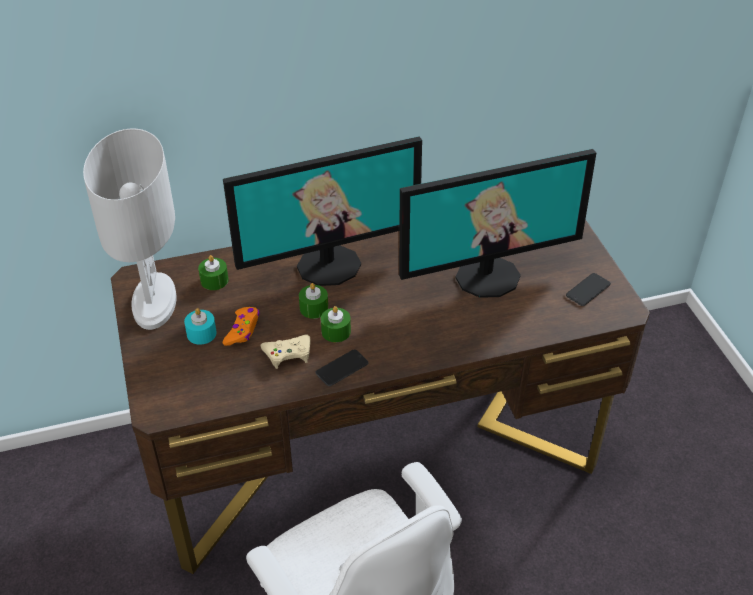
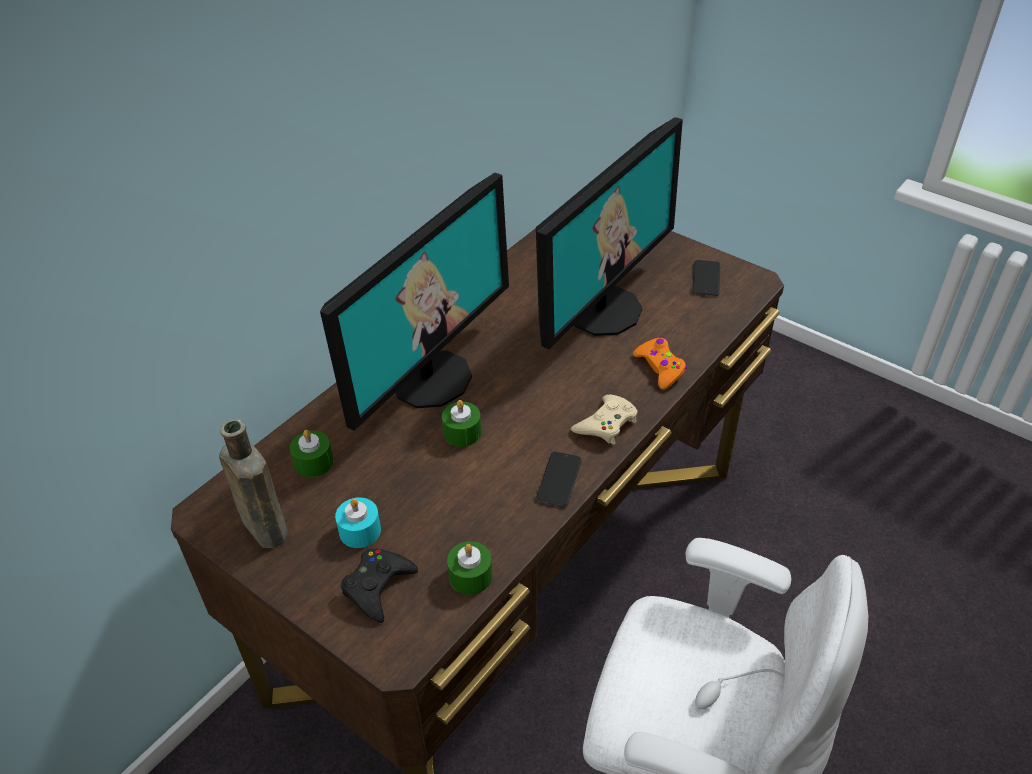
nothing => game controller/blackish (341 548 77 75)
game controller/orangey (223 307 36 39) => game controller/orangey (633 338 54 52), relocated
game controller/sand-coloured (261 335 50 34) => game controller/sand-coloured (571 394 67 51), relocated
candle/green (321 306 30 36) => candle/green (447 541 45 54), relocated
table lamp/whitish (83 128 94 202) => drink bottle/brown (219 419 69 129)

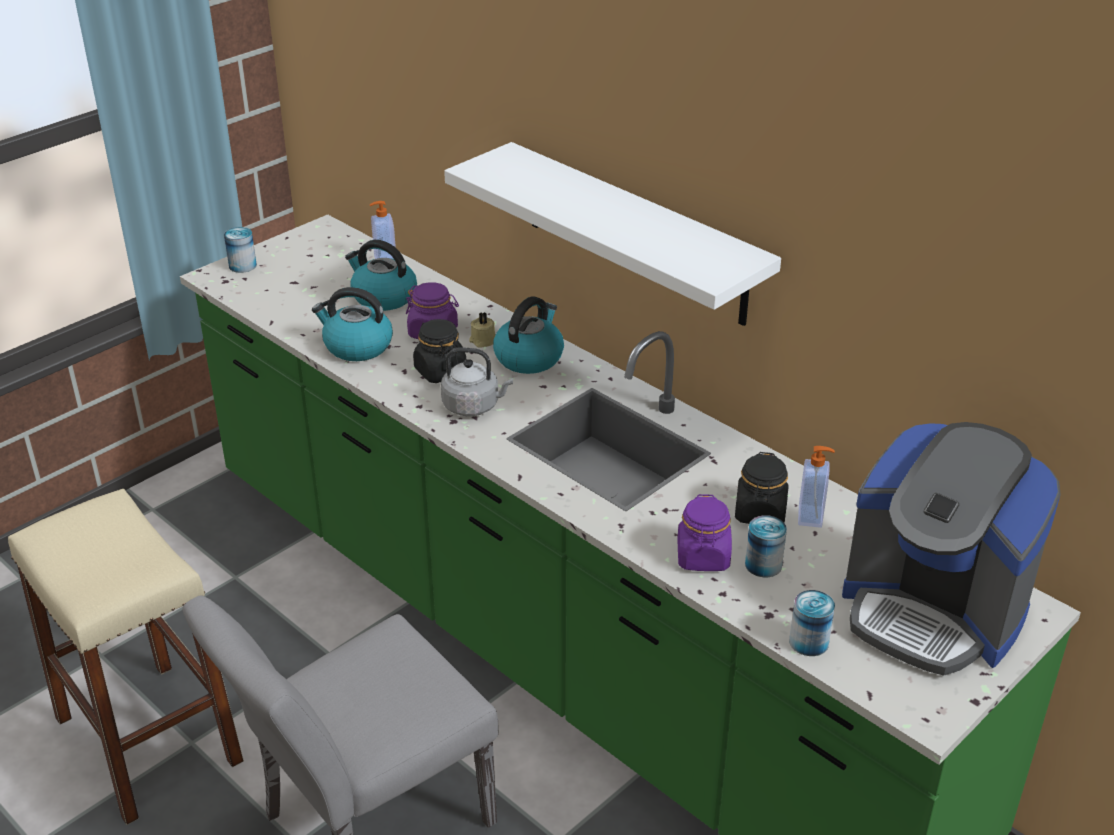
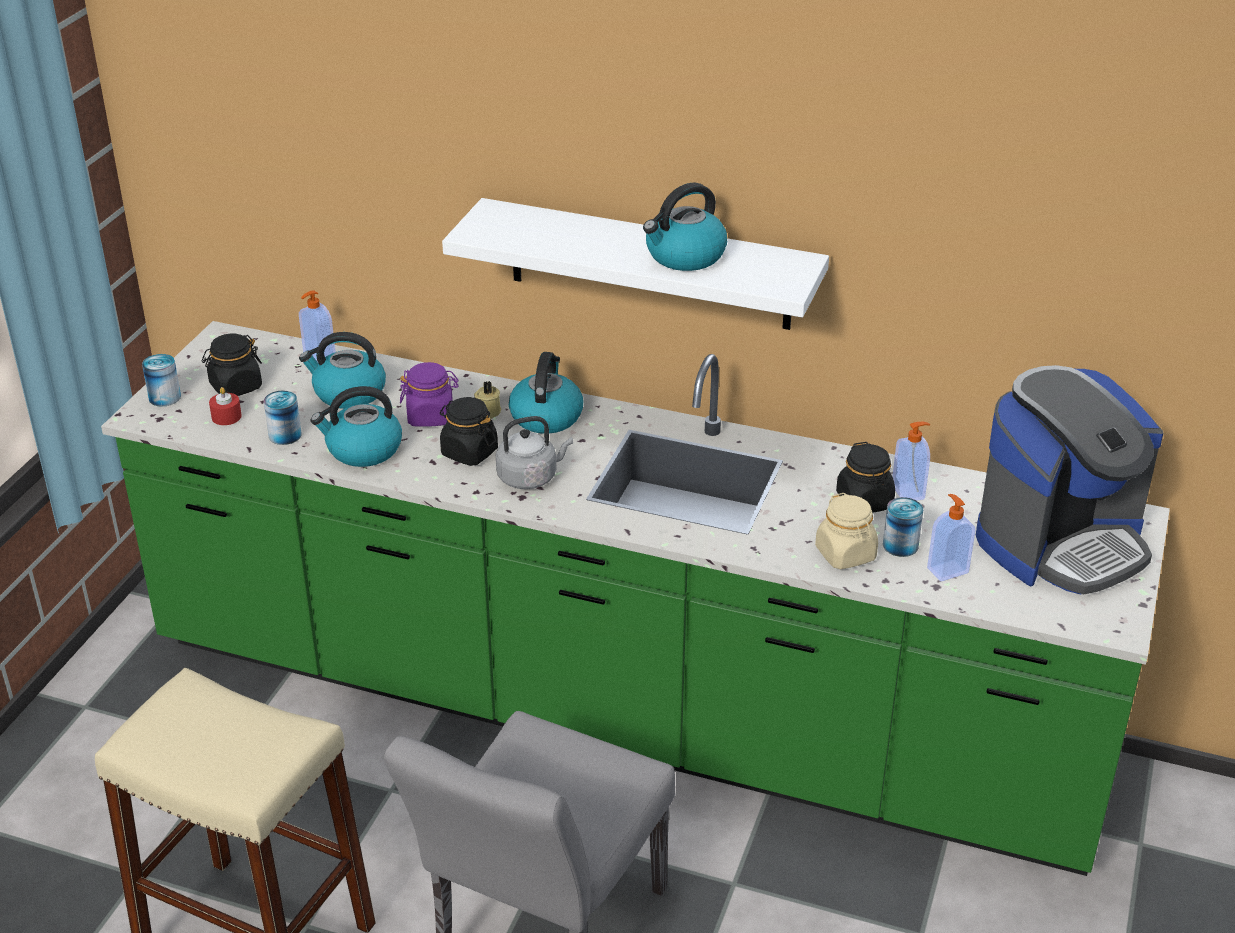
nothing => preserve jar/blackish (201 334 61 62)
nothing => candle/red-coloured (209 387 33 38)
nothing => water kettle (643 183 84 88)
nothing => soap dispenser (927 494 48 87)
can (789 590 46 66) => can (264 391 38 54), relocated
preserve jar/purplish (677 494 55 77) => preserve jar/sand-coloured (815 493 63 76)
coffee maker (842 422 219 254) => coffee maker (976 365 187 229), 45 degrees counterclockwise

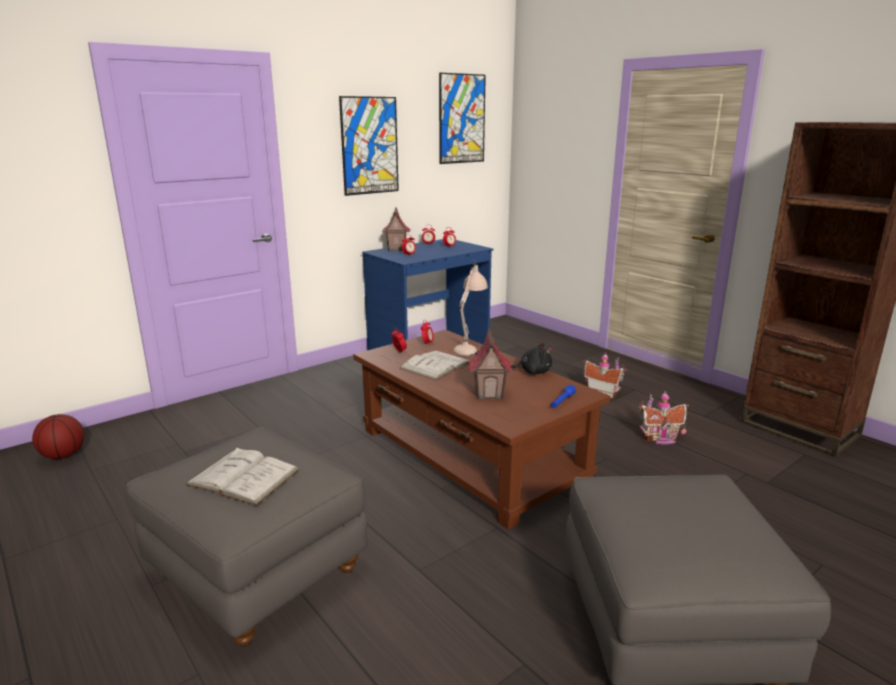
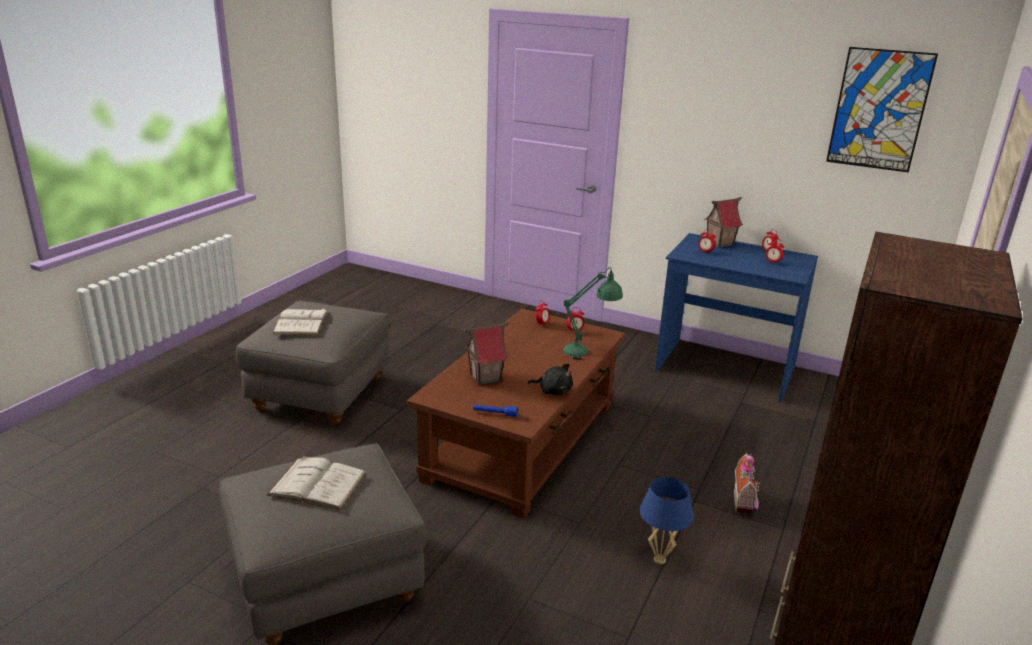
basketball ball (32 414 52 45) => nothing
wall picture (339 96 60 100) => nothing
volume/whitish (399 351 71 29) => volume/whitish (267 456 100 54), relocated
model house (638 391 51 53) => table lamp/blue (639 477 55 87)
table lamp/sand-coloured (453 260 35 97) => table lamp/green (562 268 61 92)
cuddly toy/blackish (510 343 42 31) => cuddly toy/blackish (528 363 45 32), 45 degrees counterclockwise

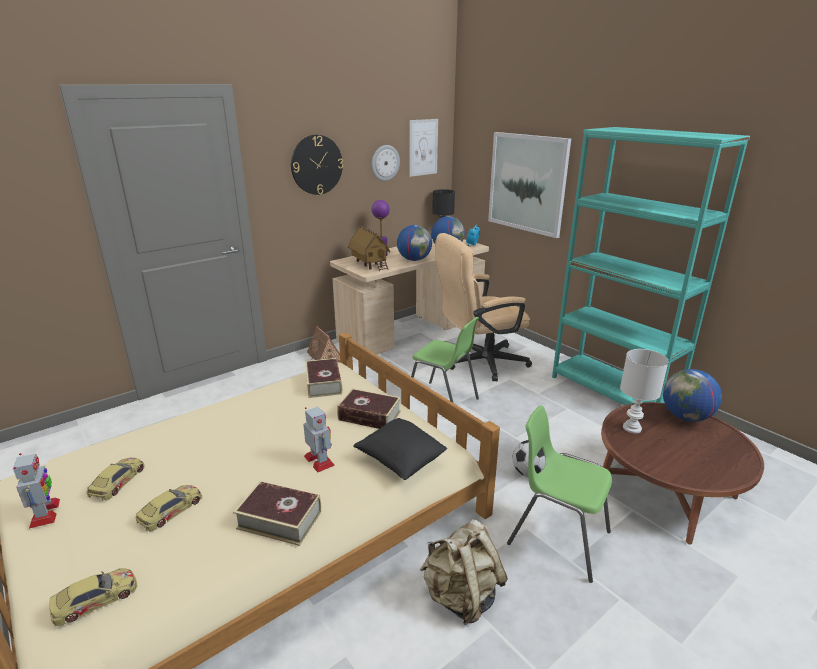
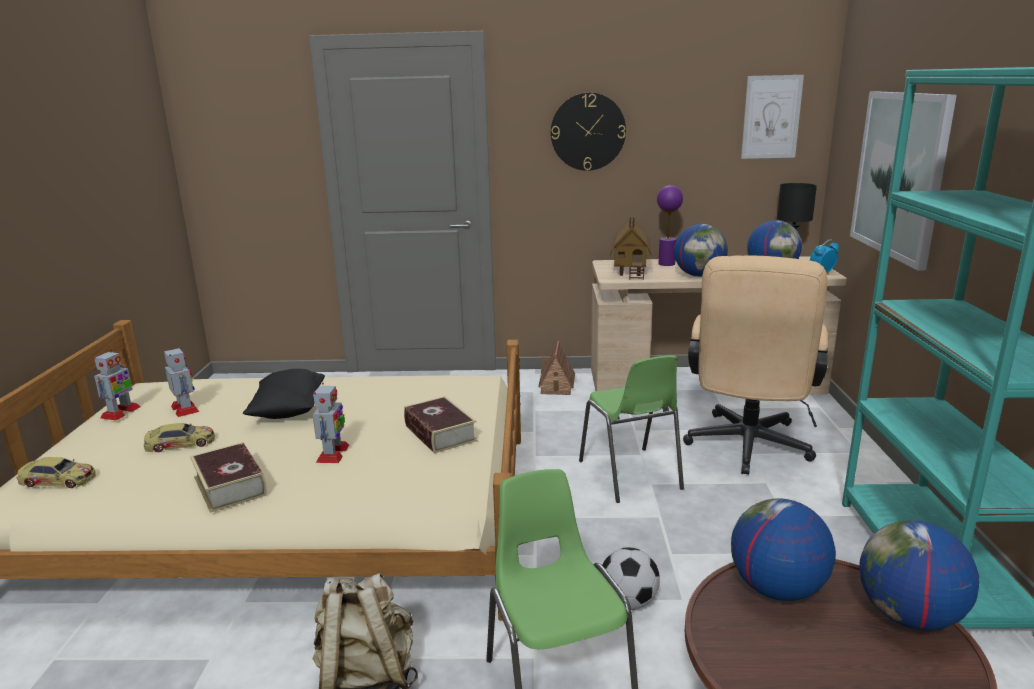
volume (305 358 37 40) => nothing
clock on the wall (372 145 28 36) => nothing
pillow/blackish (353 418 94 62) => pillow/blackish (243 369 82 50), relocated
toy car (86 458 59 43) => robot figure (164 348 35 69)
table lamp/whitish (620 349 49 84) => desk globe (731 498 105 103)
office chair/sand-coloured (435 233 97 149) => office chair/sand-coloured (683 256 145 219), 90 degrees counterclockwise

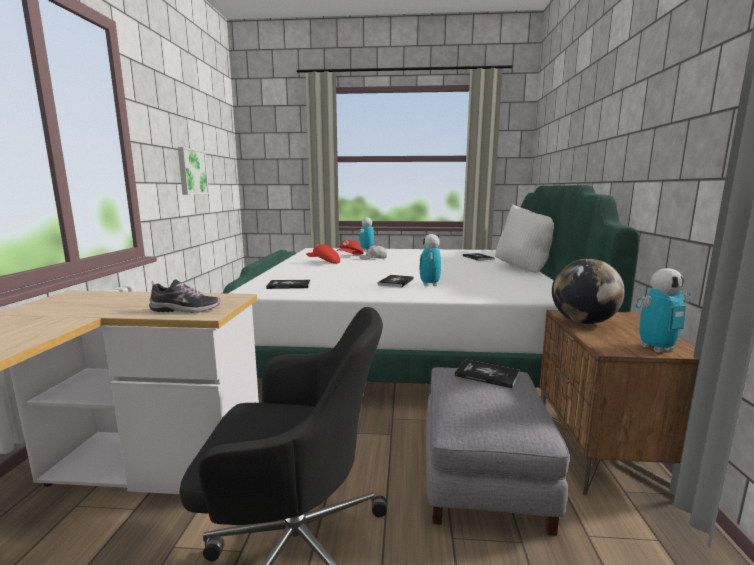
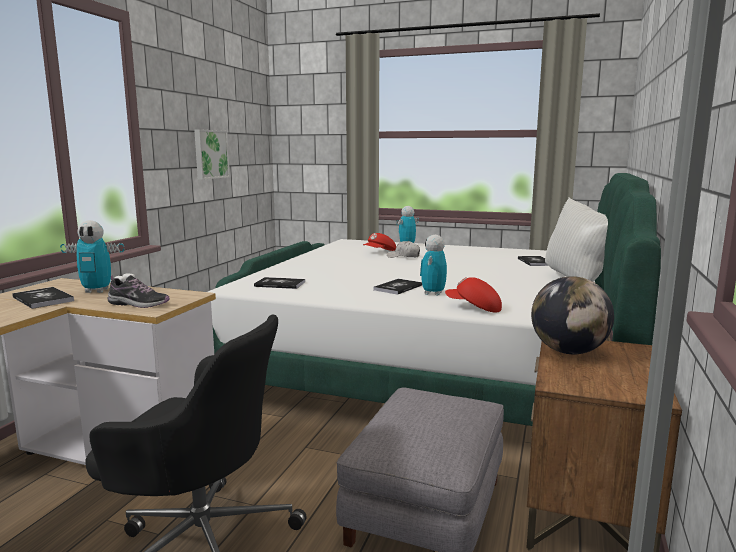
baseball cap/red-coloured (306 244 34 20) => baseball cap/red-coloured (445 277 57 35), relocated
volume (455 359 65 30) => volume (12 287 62 22), relocated
robot figure (635 268 56 84) => robot figure (60 220 64 73), relocated

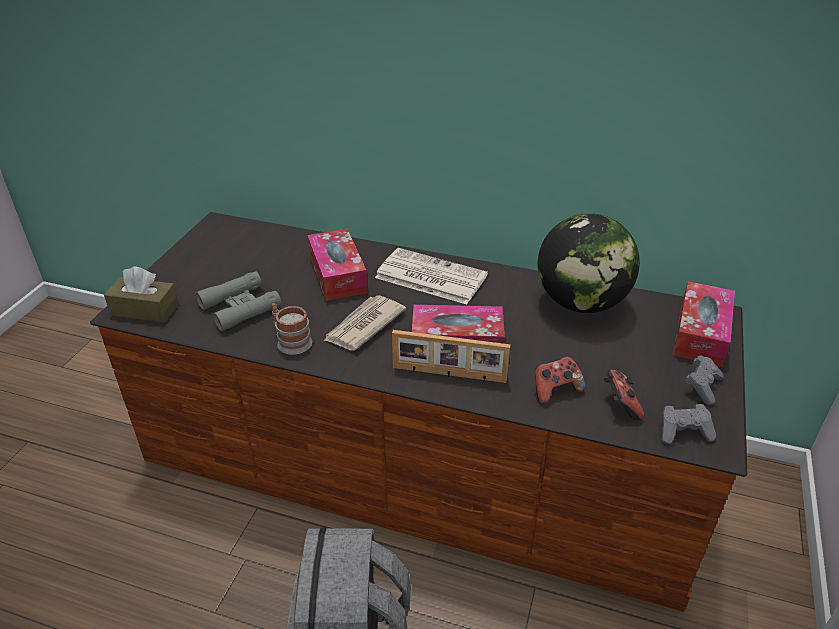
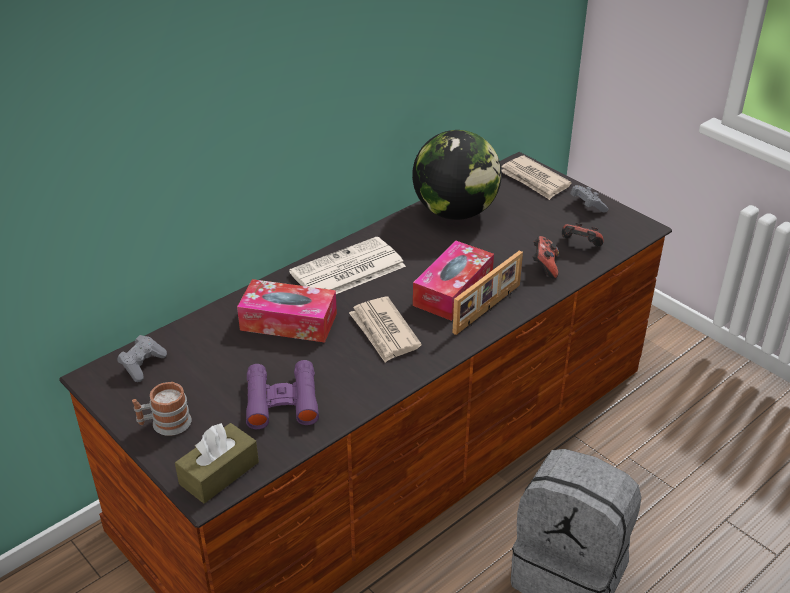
tea mug (272 303 40 52) => tea mug (132 382 60 54), relocated
game controller/greyish (661 404 55 40) => game controller/greyish (117 335 50 47), relocated
tissue box (673 281 62 86) => daily paper (502 156 70 44)
pair of binoculars/greyish (196 271 86 60) => pair of binoculars/purplish (246 360 73 69)

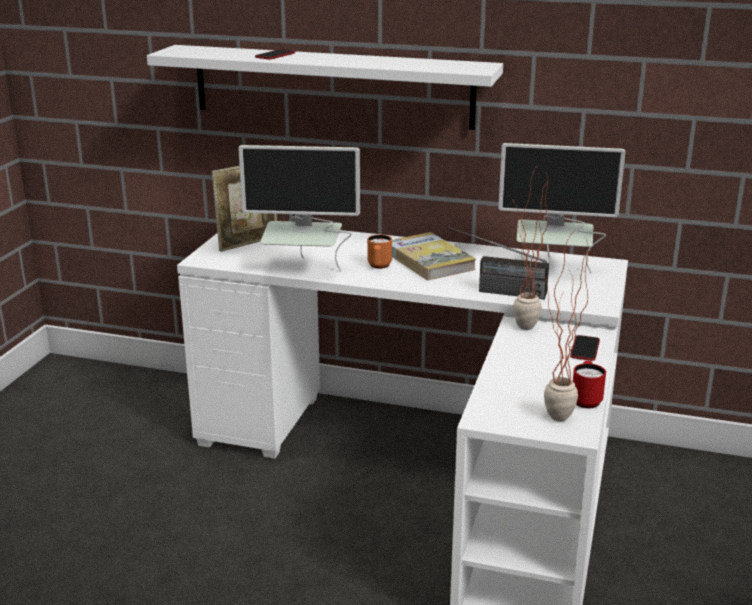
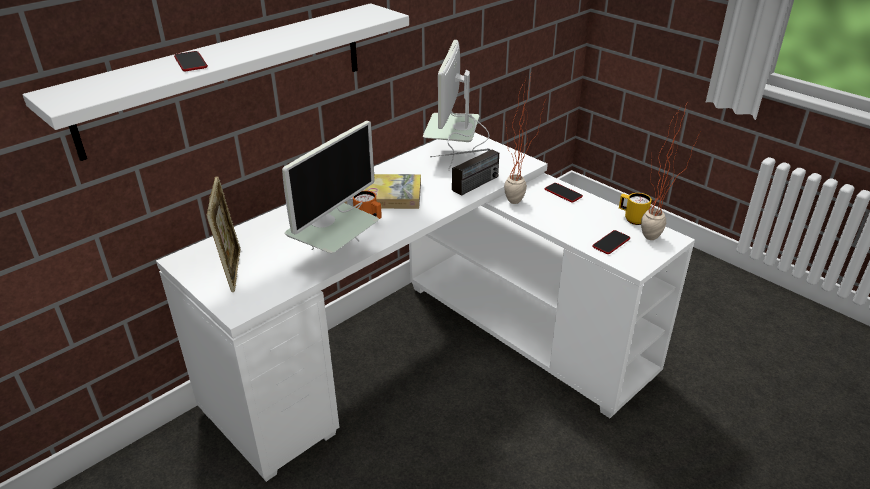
nothing => telephone (592 230 38 24)
tea mug/red-coloured (573 361 33 47) => tea mug/yellow (619 193 33 32)
monitor (498 143 127 130) => monitor (423 40 66 131), 150 degrees clockwise

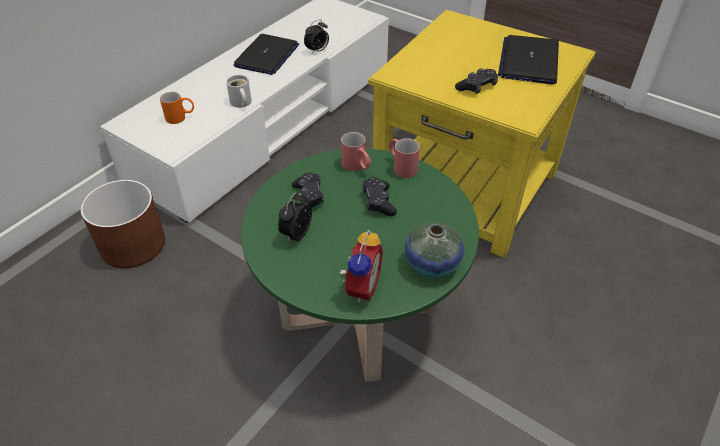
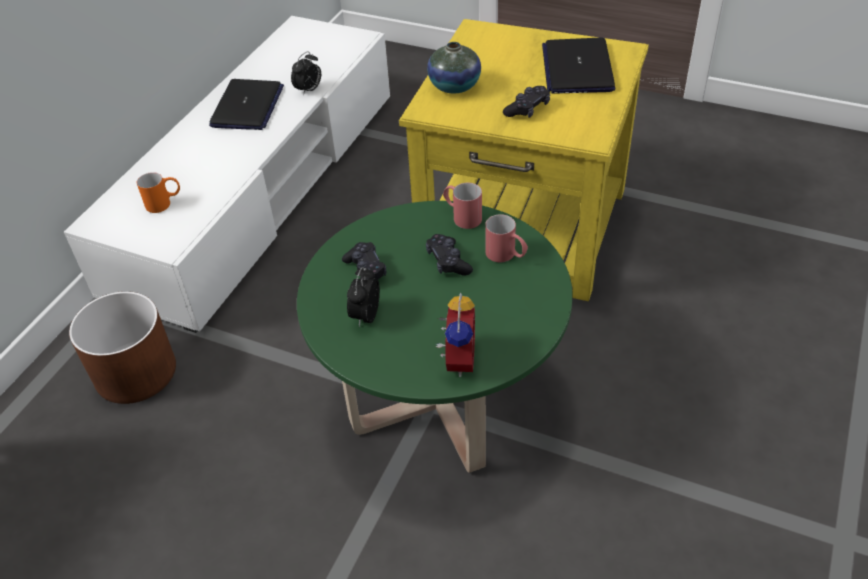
tea mug/whitish (226 75 26 33) => nothing
tea mug/red-coloured (341 132 30 39) => tea mug/red-coloured (485 214 43 48), relocated
vase (405 222 59 56) => vase (427 42 54 51), relocated

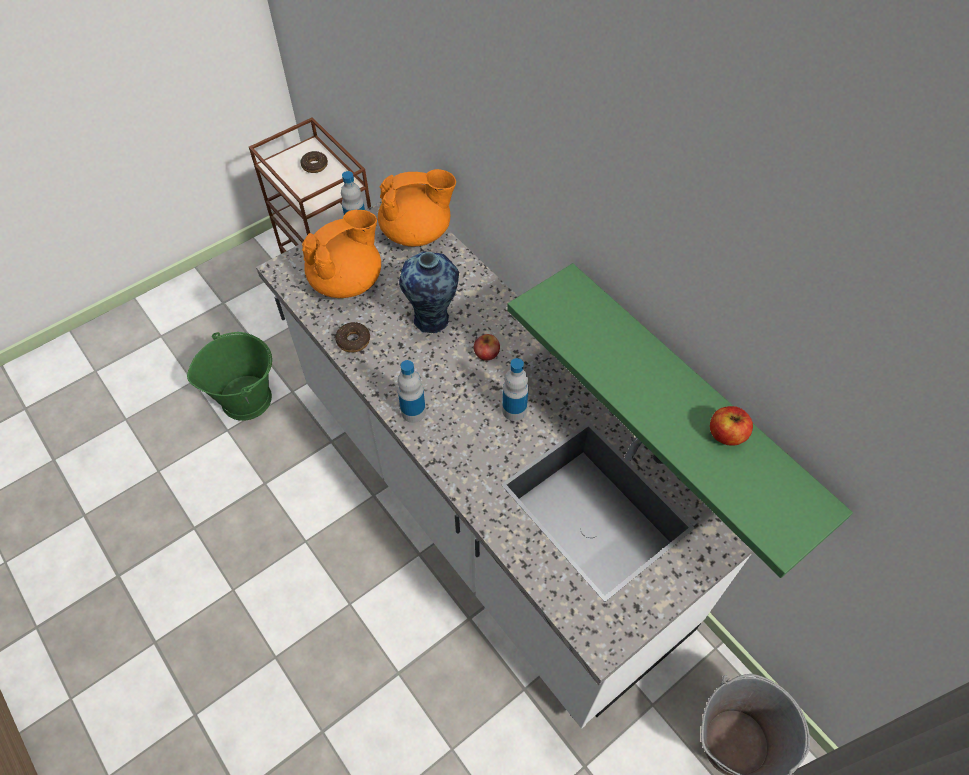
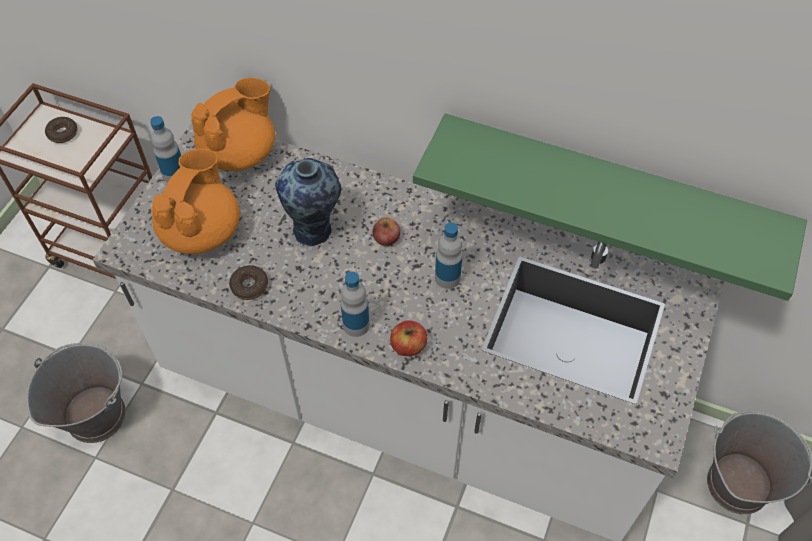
whole apple (710 406 43 40) => whole apple (390 320 37 36), relocated
water bucket/green (187 332 85 89) => water bucket/greyish (27 343 99 100)

